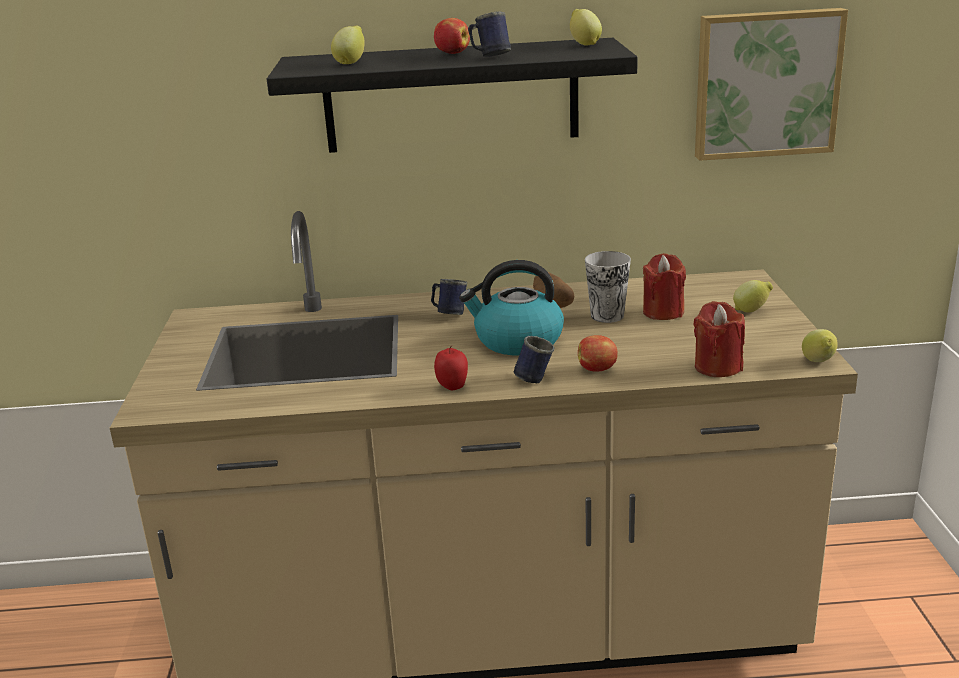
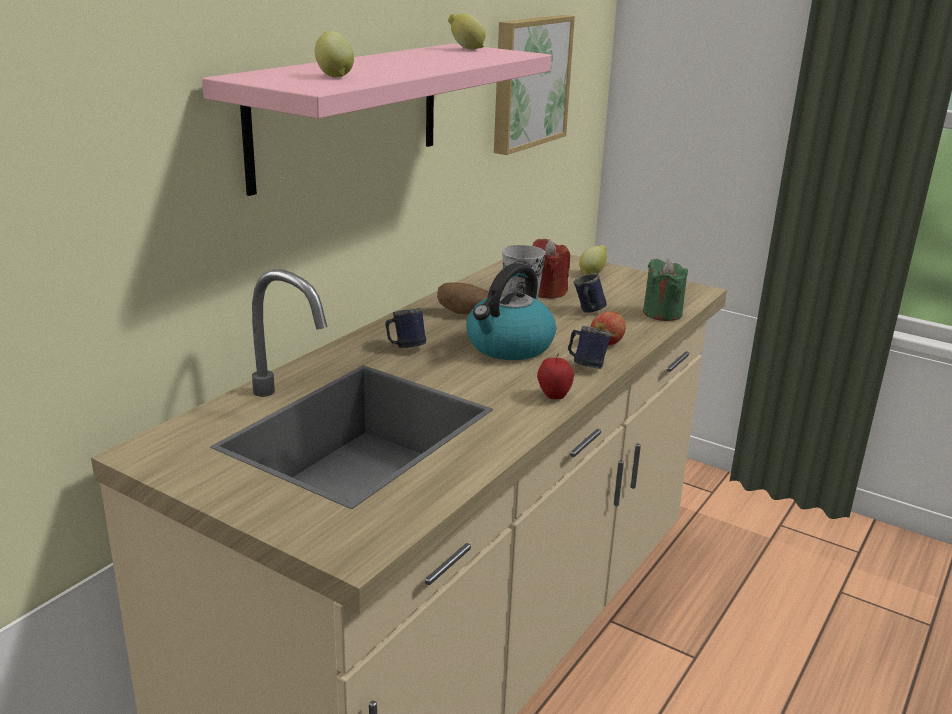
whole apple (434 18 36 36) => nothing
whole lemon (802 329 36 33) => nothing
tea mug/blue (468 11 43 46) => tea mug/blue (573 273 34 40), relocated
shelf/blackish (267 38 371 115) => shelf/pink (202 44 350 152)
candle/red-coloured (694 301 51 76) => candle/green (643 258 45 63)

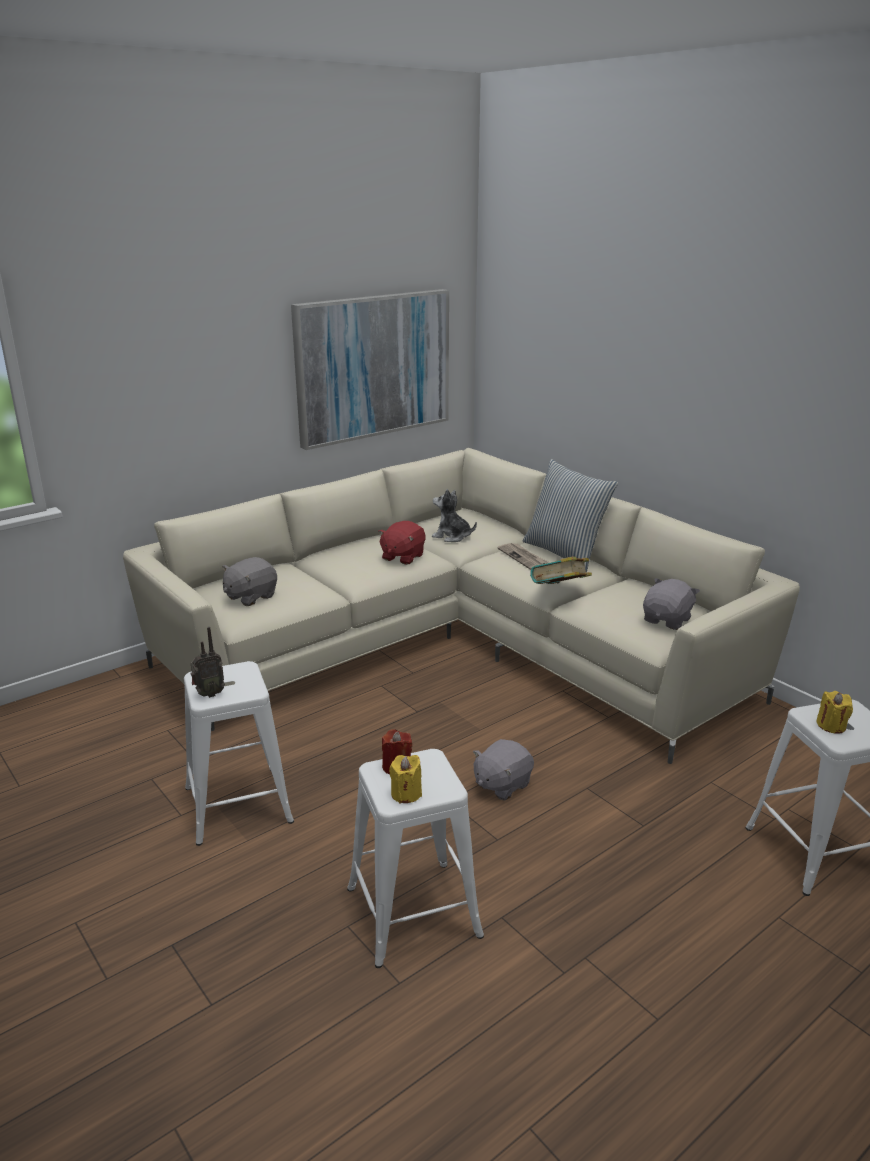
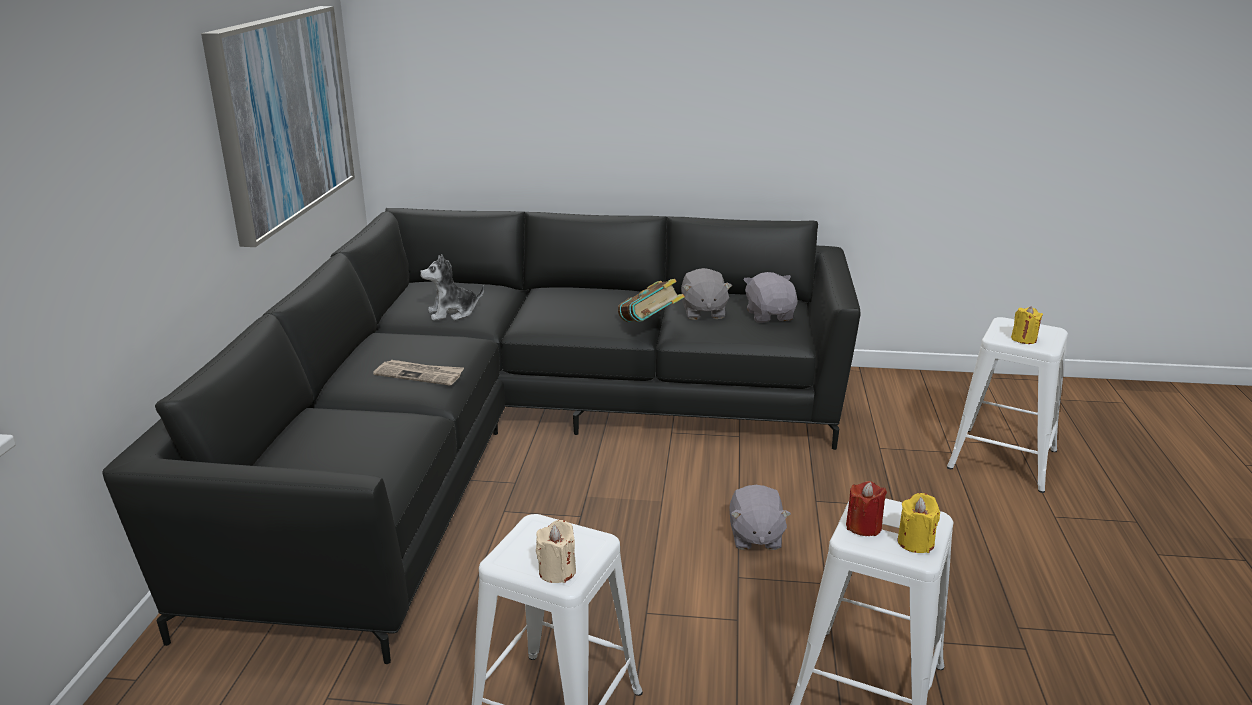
cuddly toy/red-coloured (378 521 48 44) => nothing
pillow (523 459 95 113) => nothing
cuddly toy/greyish (222 557 55 49) => cuddly toy/greyish (681 268 51 52), relocated
daily paper (497 543 52 27) => daily paper (373 360 91 26), relocated
radio receiver (190 627 35 71) => candle/sand-coloured (536 520 40 63)
couch/sand-coloured (123 448 677 316) => couch/blackish (102 208 759 456)

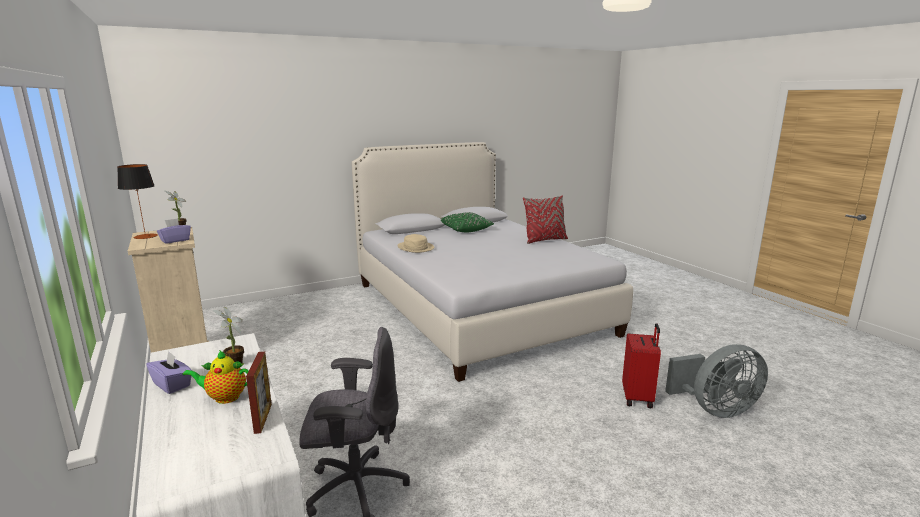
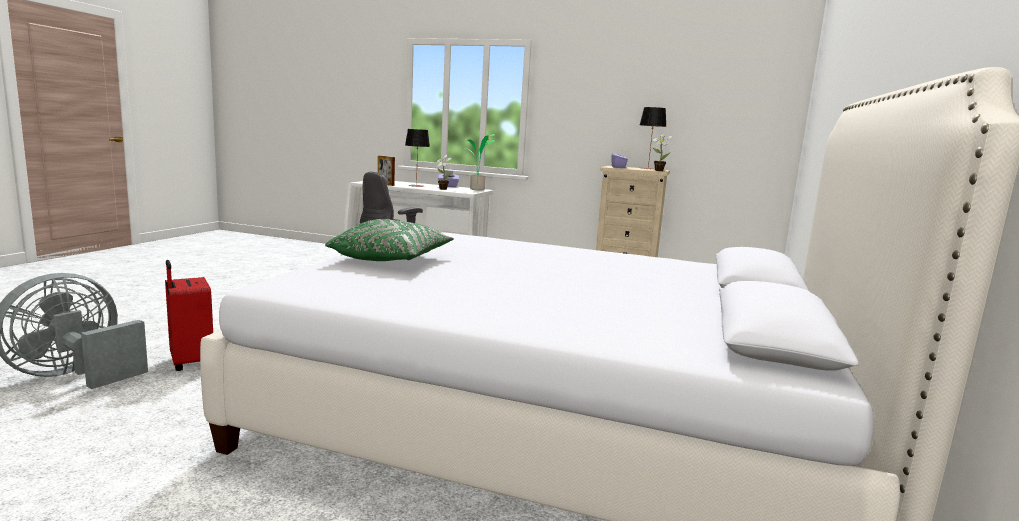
hat/sand-coloured (397 234 37 19) => nothing
pillow/red-coloured (523 195 45 49) => nothing
nothing => houseplant (465 134 30 56)
pillow/green (441 212 53 21) => pillow/green (325 219 129 42), relocated
pot for tea (182 350 67 54) => table lamp (405 129 25 58)

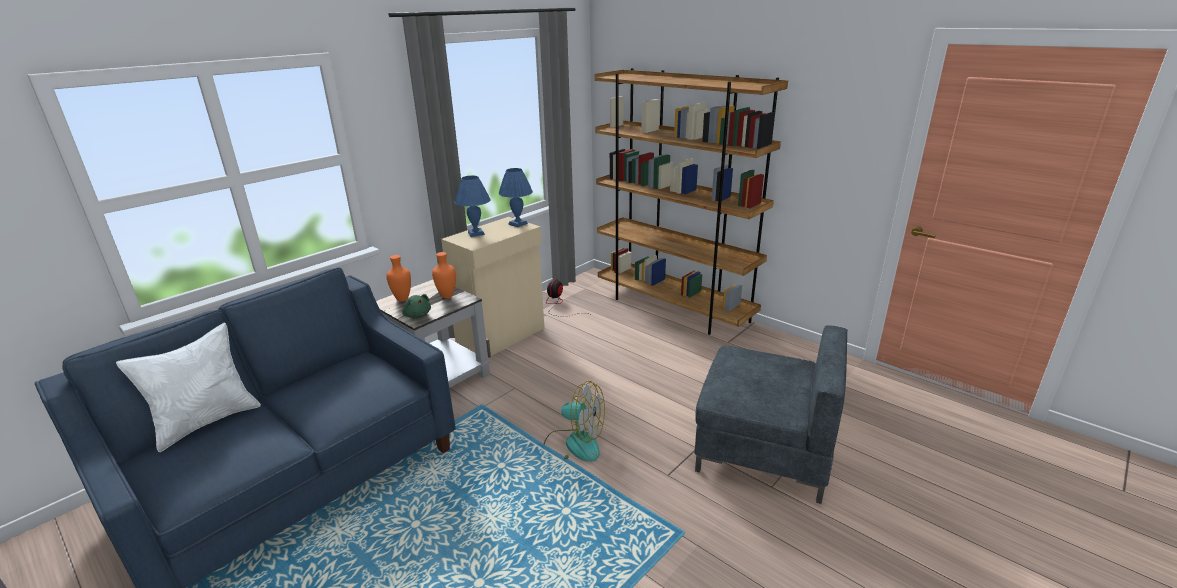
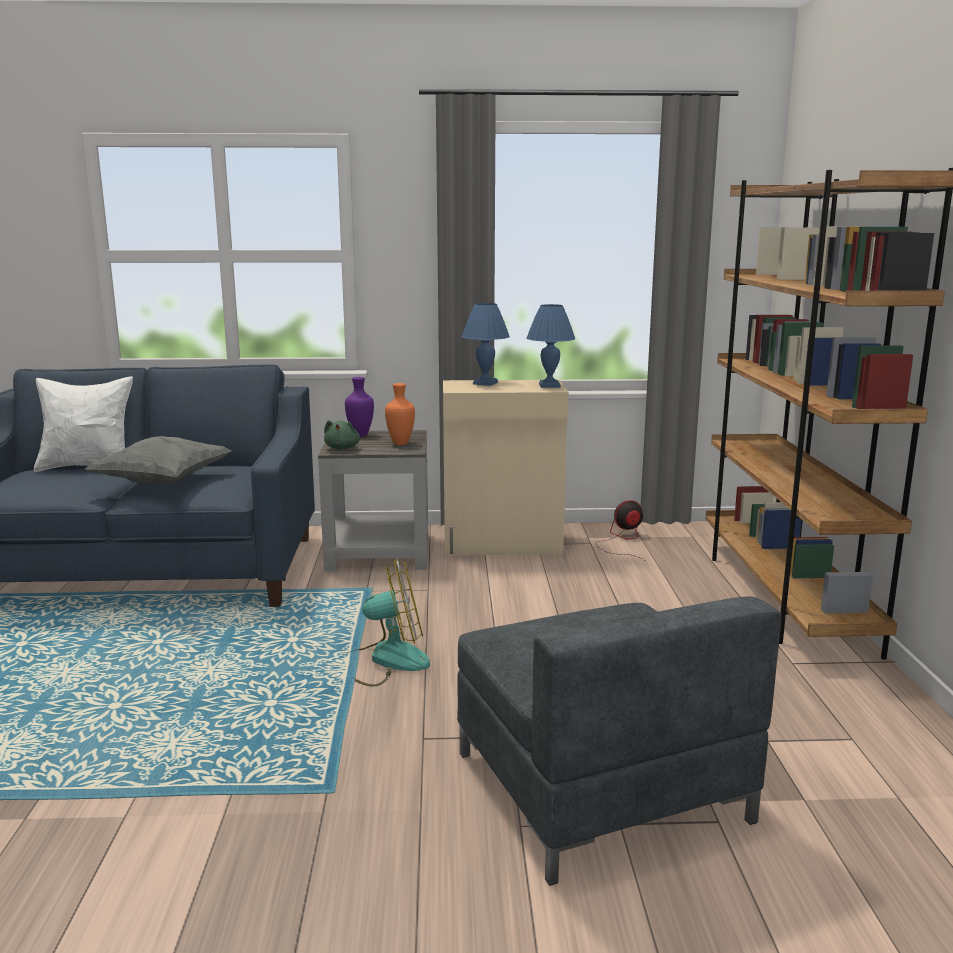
nothing => pillow/greyish (85 436 147 48)
vase/orangey (386 255 25 46) => vase/purplish (345 377 29 60)
electric fan (543 381 62 81) => electric fan (342 558 88 128), 75 degrees counterclockwise

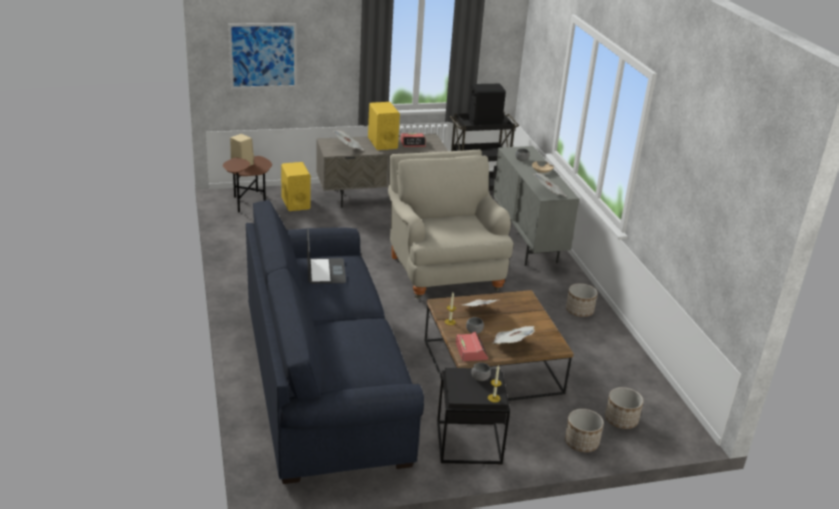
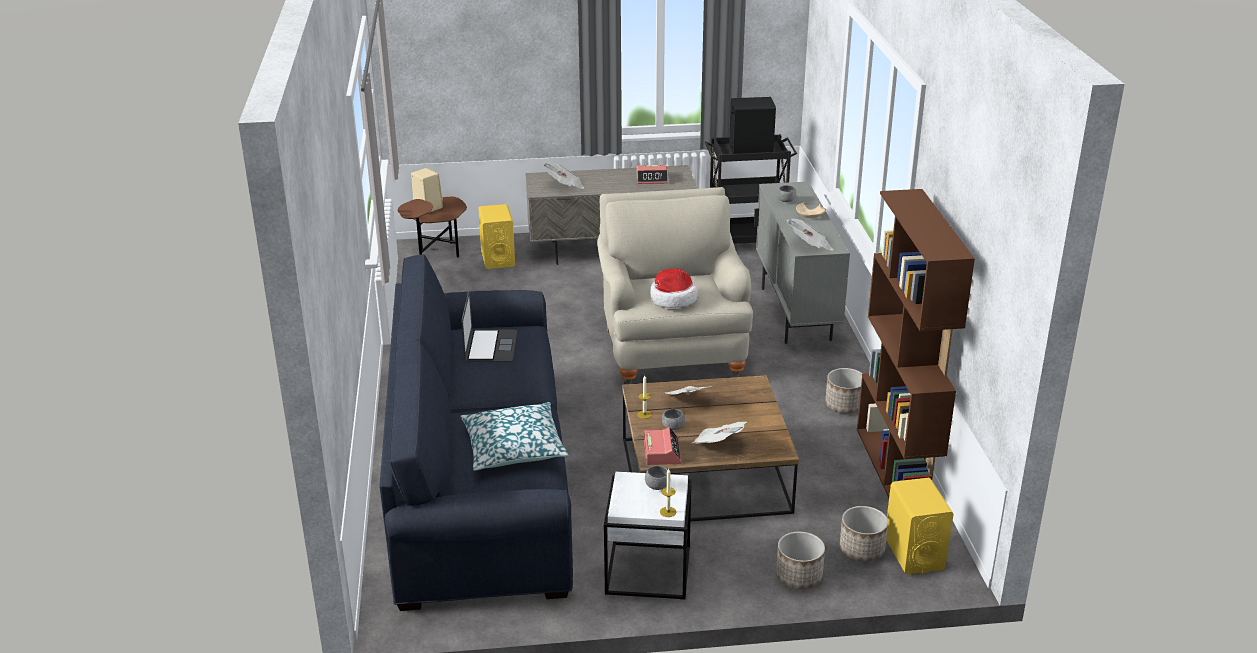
wall picture (228 23 69 66) => nothing
nothing => pillow (460 402 109 69)
nothing => hat (650 269 48 39)
nothing => shelving unit/brown (857 189 118 309)
loudspeaker/yellow (368 102 32 48) => loudspeaker/yellow (886 478 67 96), relocated
side table/blackish (437 368 73 96) => side table/whitish (604 472 88 128)

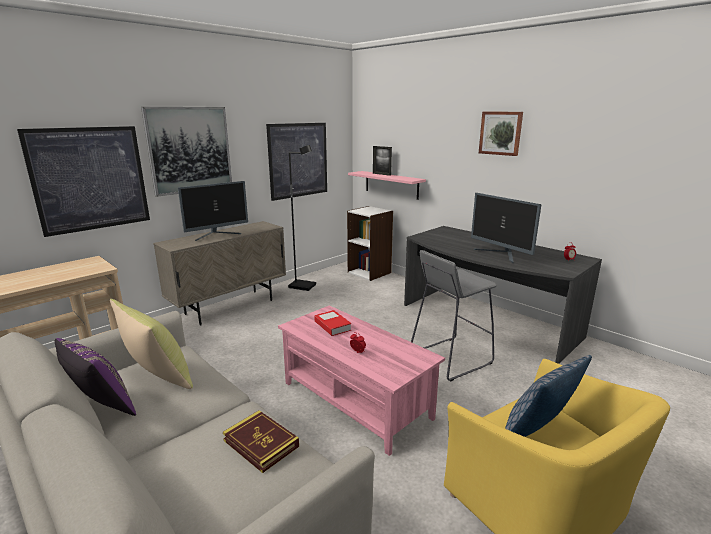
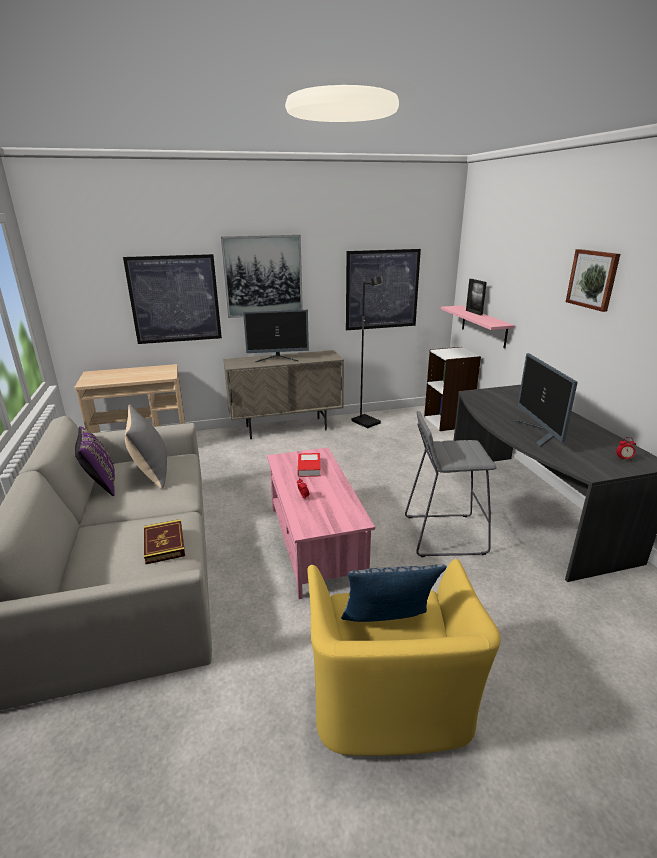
pillow/yellow (110 299 83 90) => pillow/greyish (125 404 42 85)

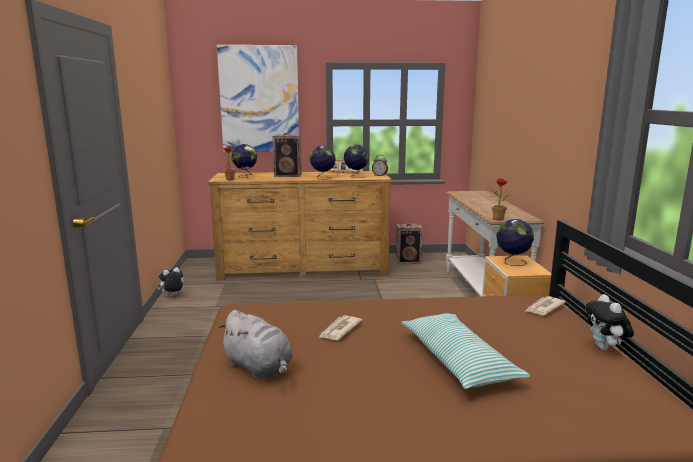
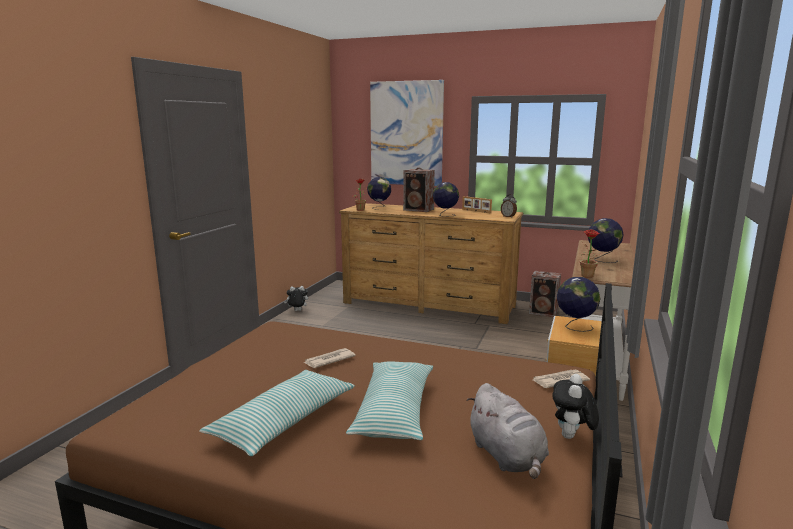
nothing => pillow (199 370 156 86)
cuddly toy/greyish (218 310 75 69) => cuddly toy/greyish (466 383 83 96), relocated
desk globe (344 144 25 34) => desk globe (588 218 36 45), relocated

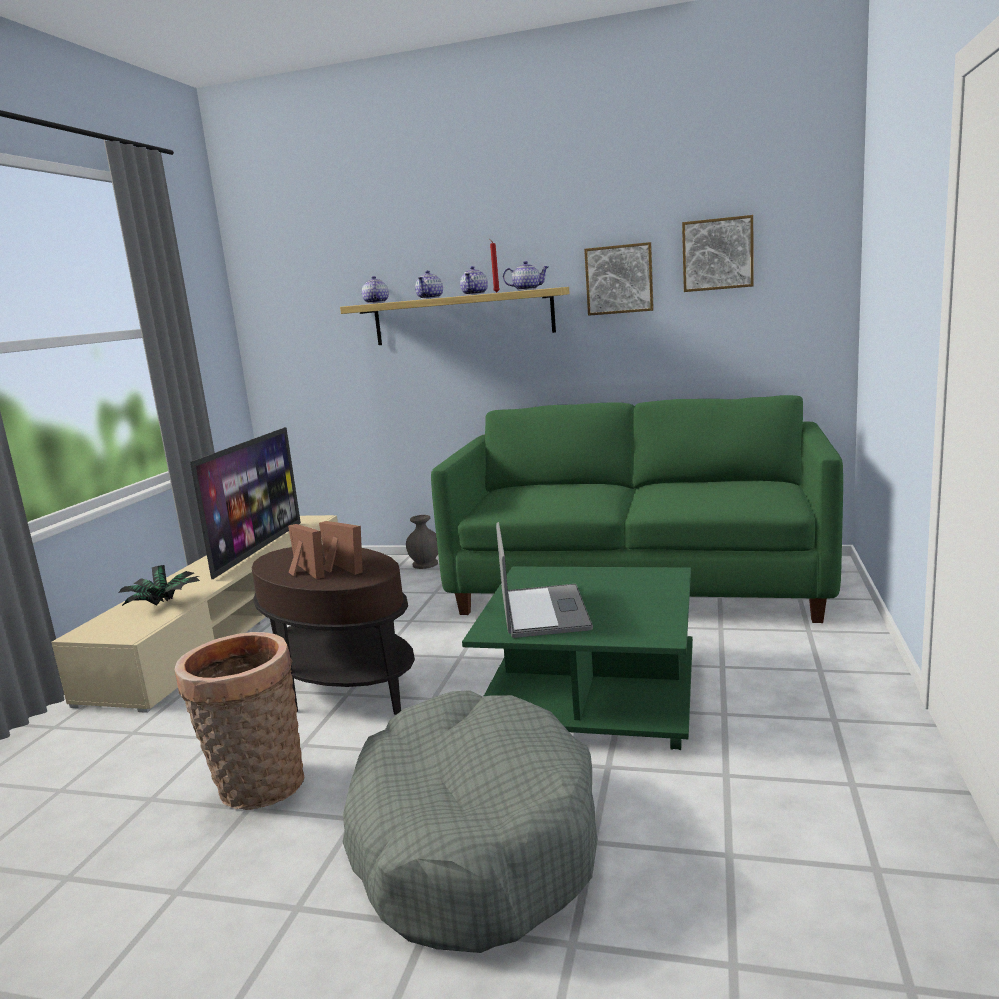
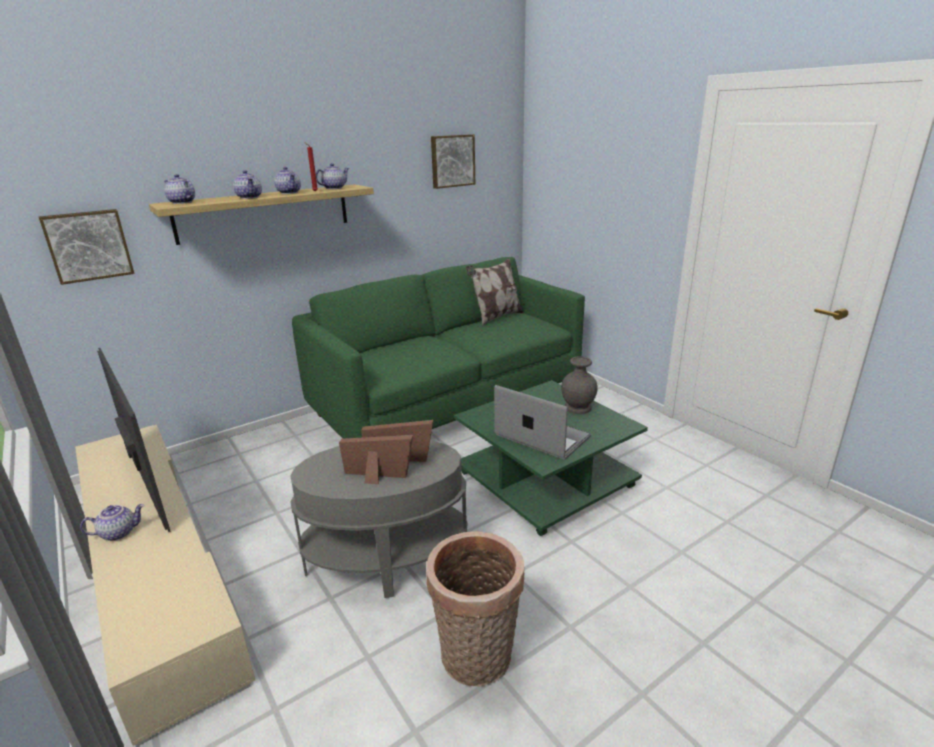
houseplant (118 565 82 41) => nothing
pet bed/greyish (343 690 255 263) => nothing
nothing => pot for tea (80 504 64 37)
nothing => pillow (466 258 57 68)
vase/greyish (406 515 32 54) => vase/greyish (561 356 37 58), relocated
wall picture (584 242 70 74) => wall picture (39 209 96 76), relocated
side table/brown (252 545 163 170) => side table/greyish (290 440 178 158)

